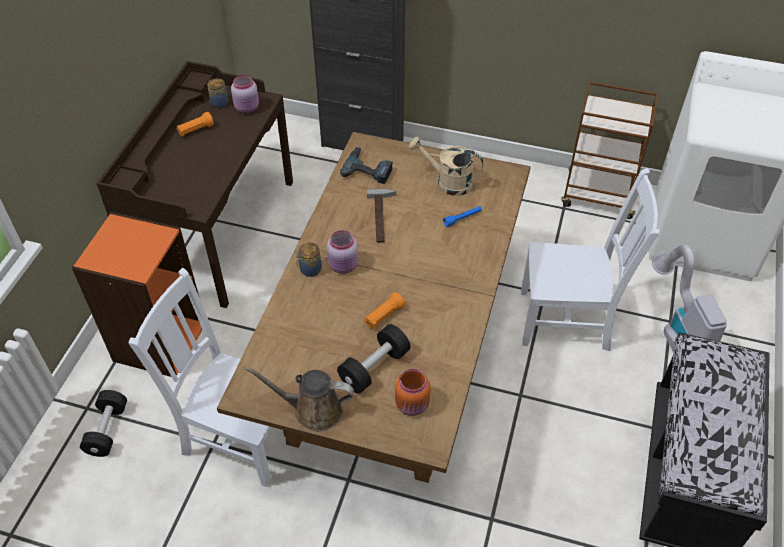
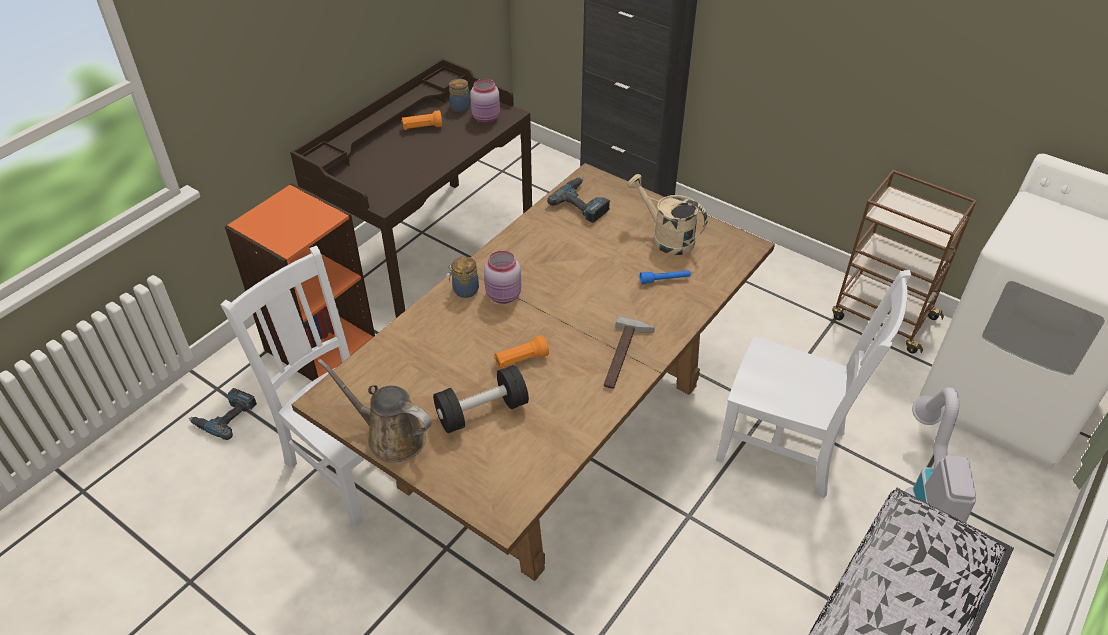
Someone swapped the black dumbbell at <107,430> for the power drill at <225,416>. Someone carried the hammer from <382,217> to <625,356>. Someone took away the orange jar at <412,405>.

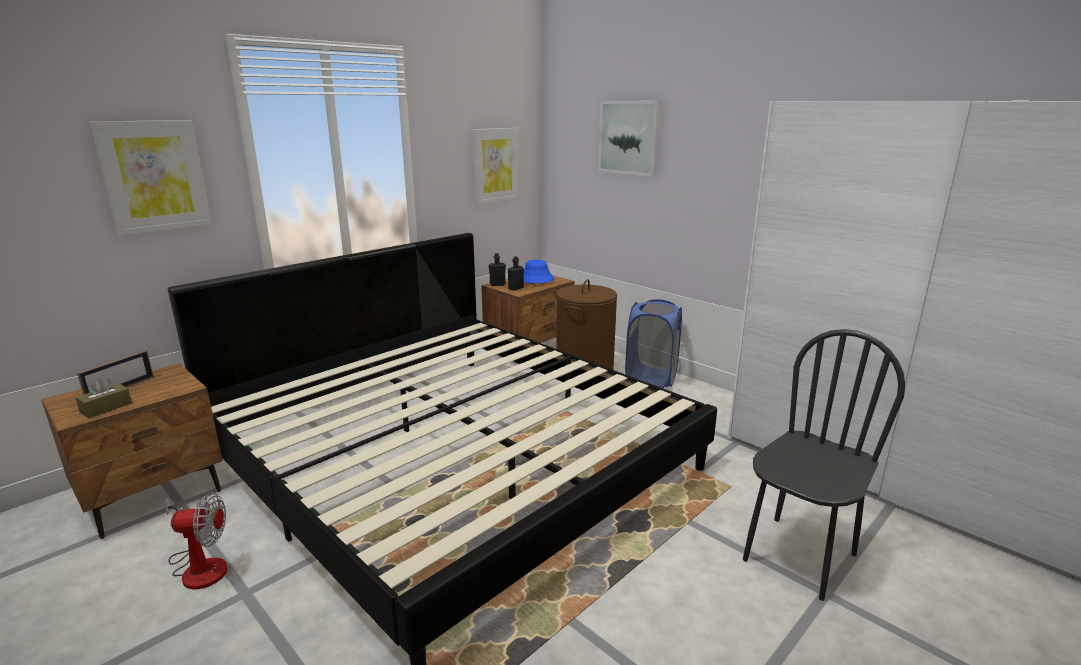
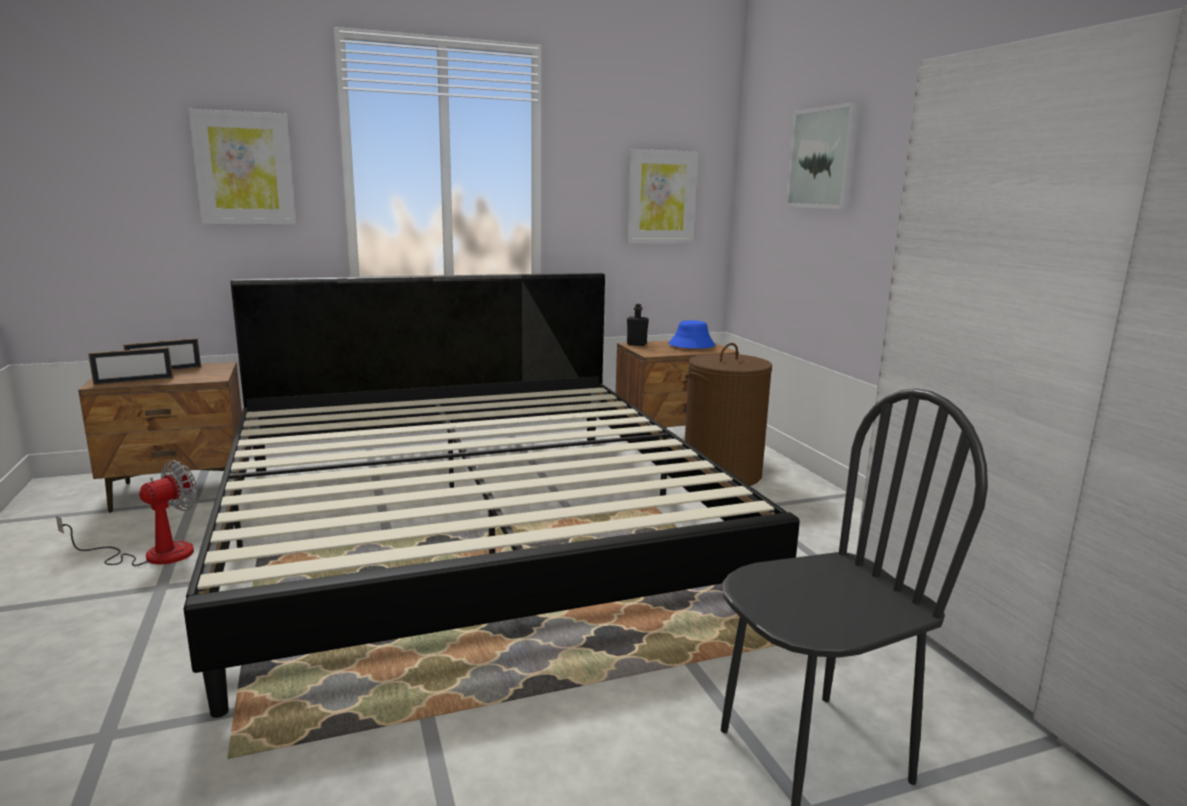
Someone swapped the brown tissue box at <106,408> for the picture frame at <134,381>. Someone rotated the fan at <200,566> by 75 degrees counterclockwise. Someone took away the black bottle at <516,288>. Someone took away the blue laundry basket at <651,379>.

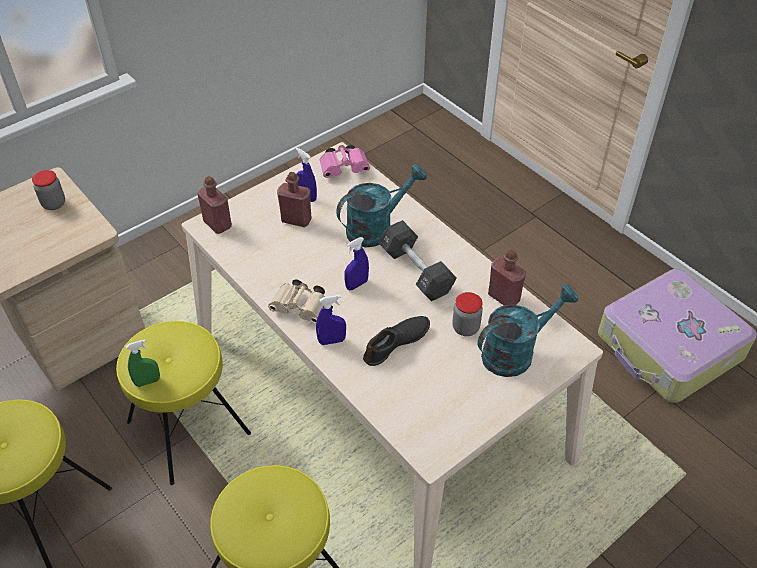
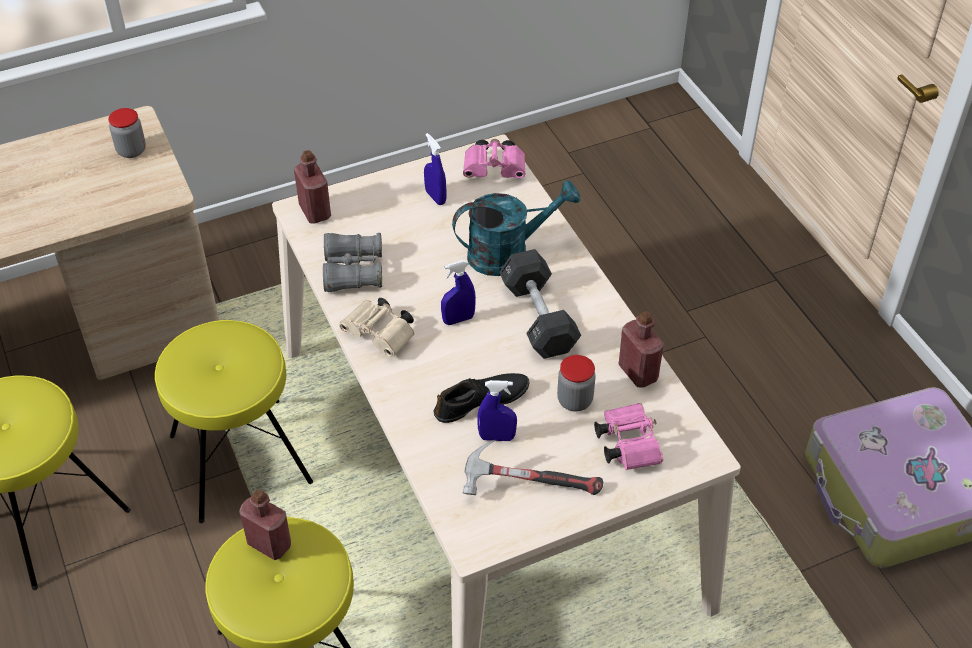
Someone took away the green spray bottle at <147,381>. Someone carried the red bottle from <296,220> to <269,544>. Someone carried the blue spray bottle from <332,341> to <497,437>. Someone swapped the turquoise watering can at <515,352> for the pink binoculars at <627,443>. Someone put down the grey binoculars at <353,271>. Someone put down the hammer at <527,485>.

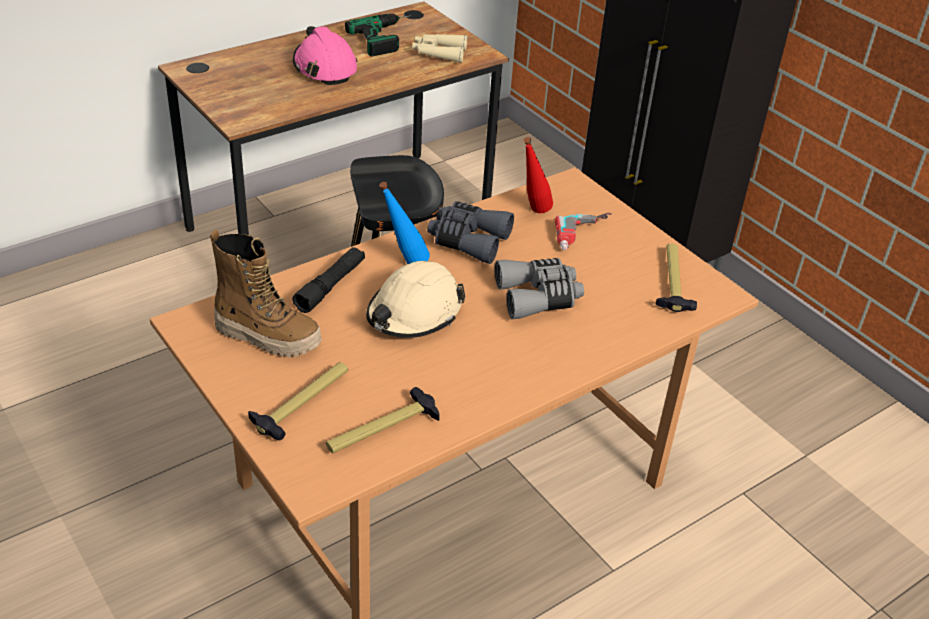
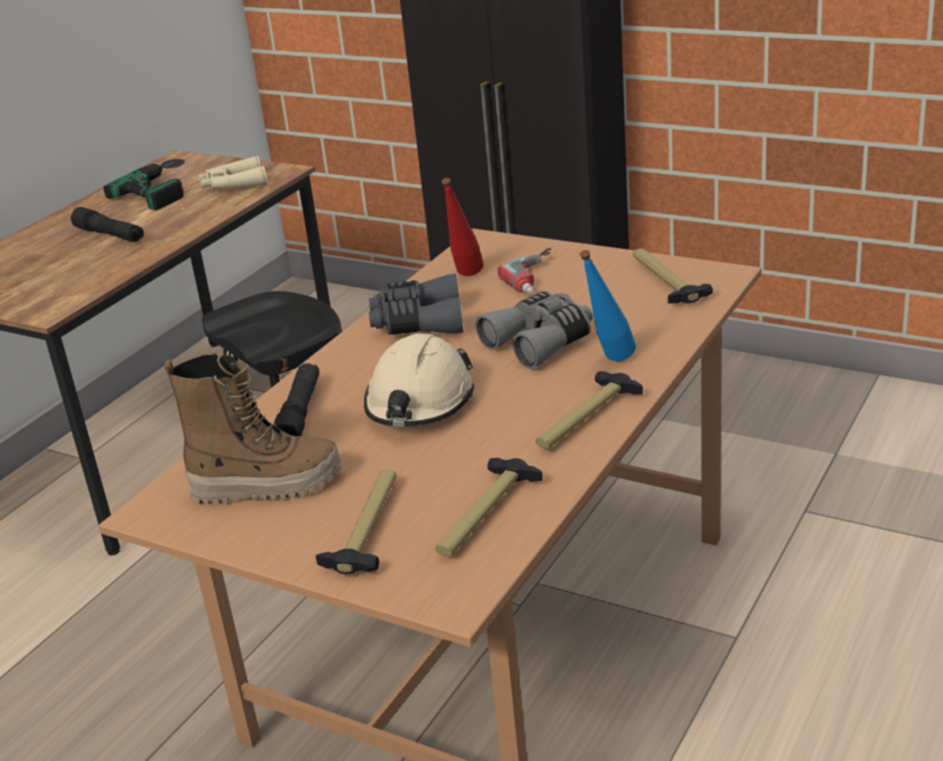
Someone swapped the pink hard hat at <324,67> for the black flashlight at <110,235>. Someone carried the blue bottle from <404,264> to <609,362>. Someone put down the hammer at <585,419>.

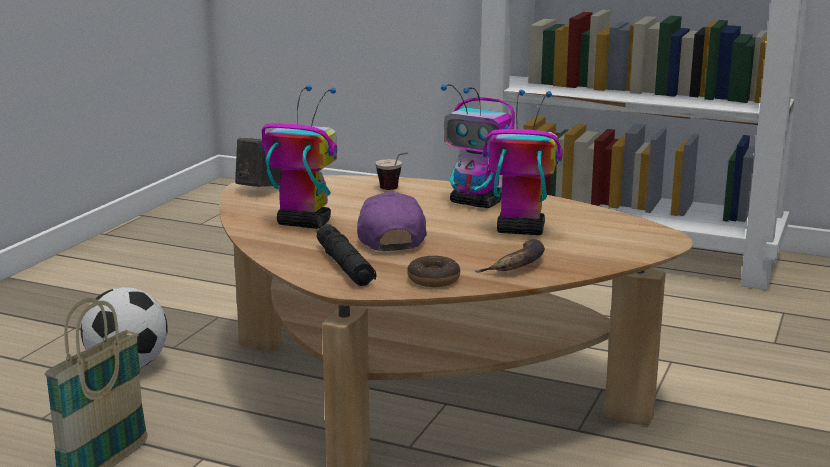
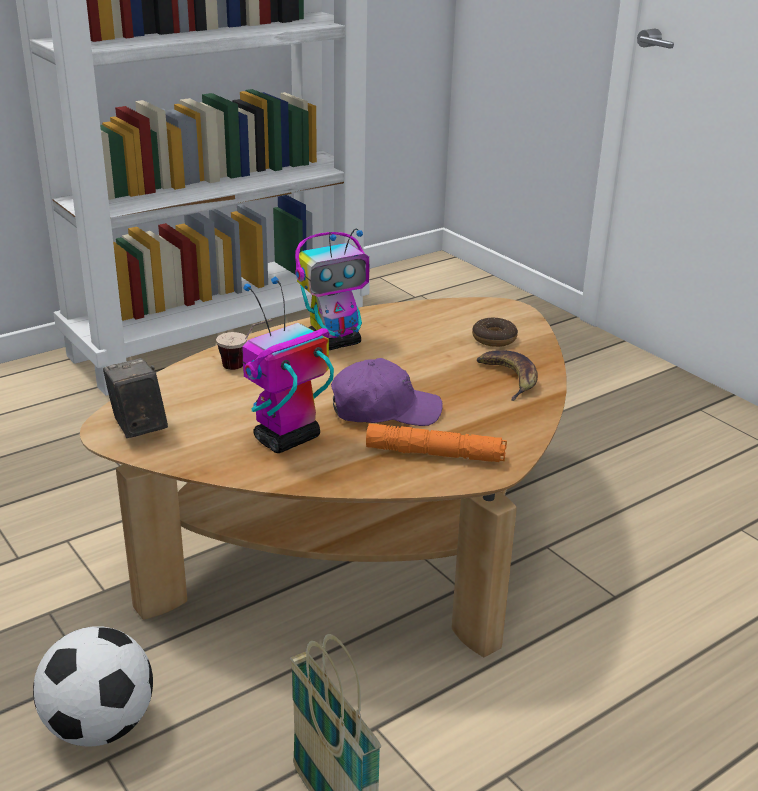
Someone repainted the black flashlight at <345,265>, which became the orange flashlight at <435,454>. Someone rotated the purple cap at <390,238> by 150 degrees clockwise. Someone carried the donut from <433,279> to <494,339>. Someone took away the toy robot at <519,230>.

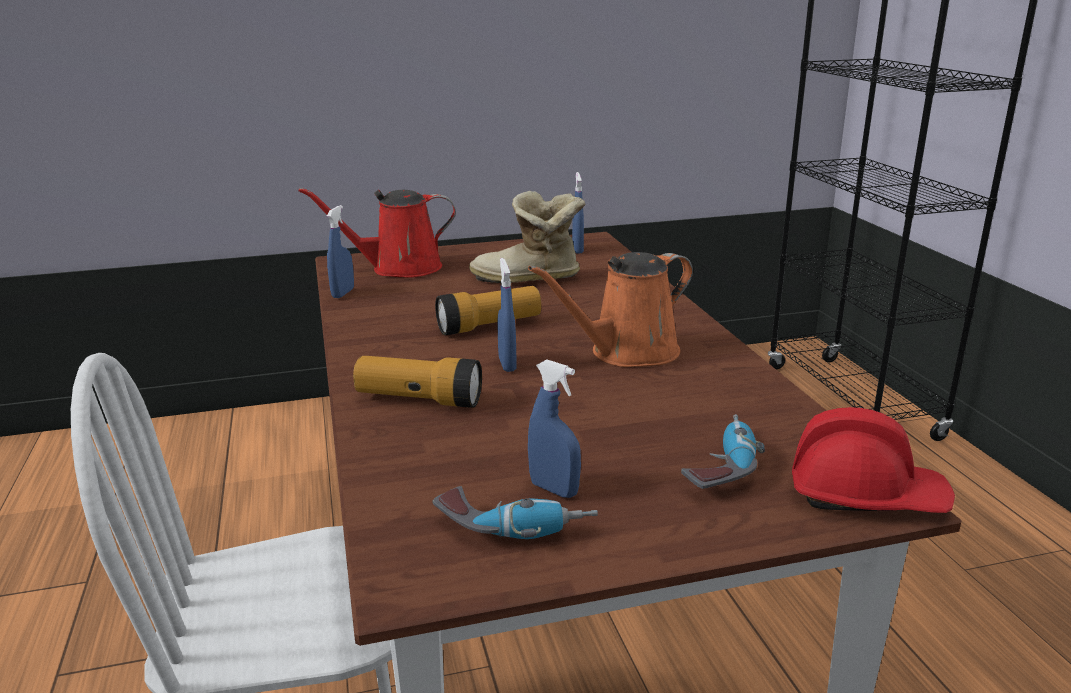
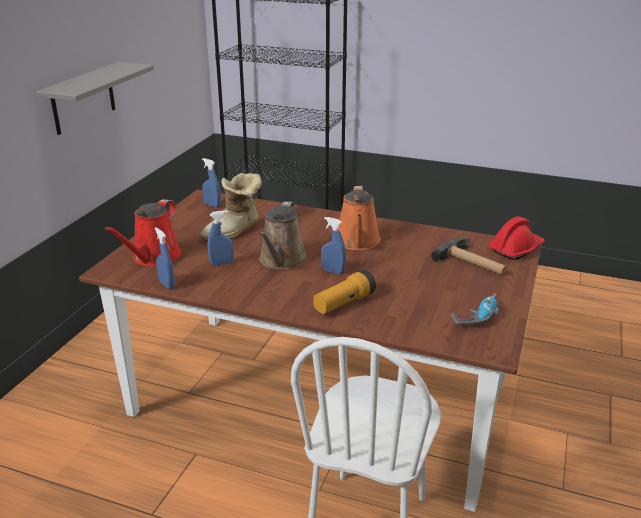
Someone swapped the flashlight at <489,326> for the brown watering can at <281,261>. Someone carried the blue spray bottle from <554,489> to <221,263>. Someone swapped the power drill at <721,465> for the hammer at <473,263>. Someone put up the grey shelf at <83,98>.

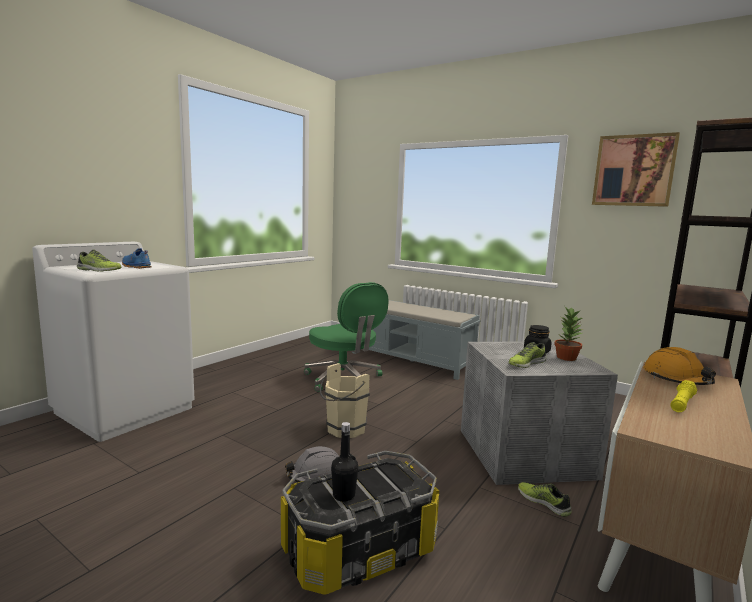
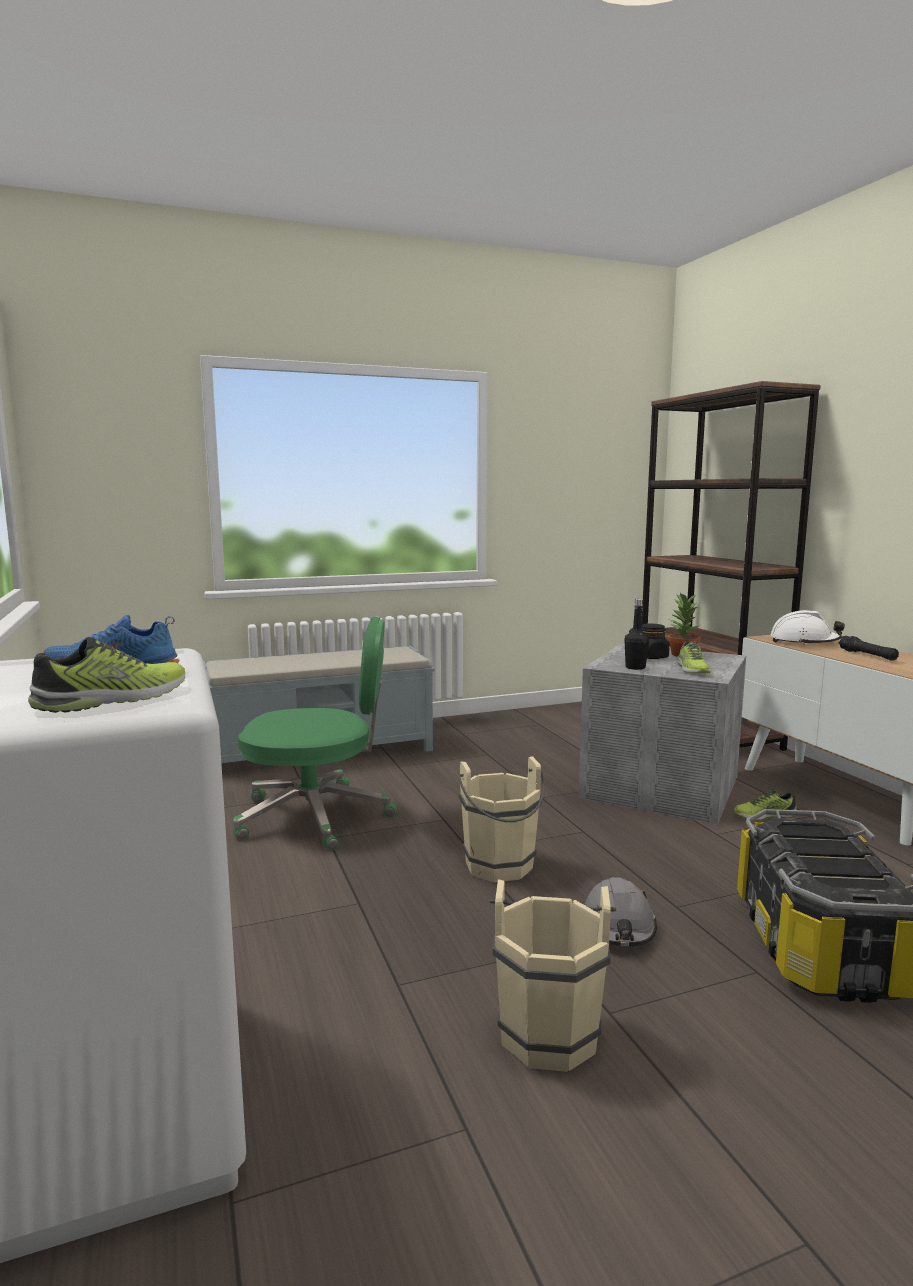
Someone carried the black bottle from <344,495> to <635,667>. Someone took away the picture at <633,170>. Someone repainted the orange hard hat at <676,379>, which became the white hard hat at <804,642>. Someone repainted the yellow flashlight at <682,403>, which became the black flashlight at <867,655>. Someone put down the beige bucket at <549,1030>.

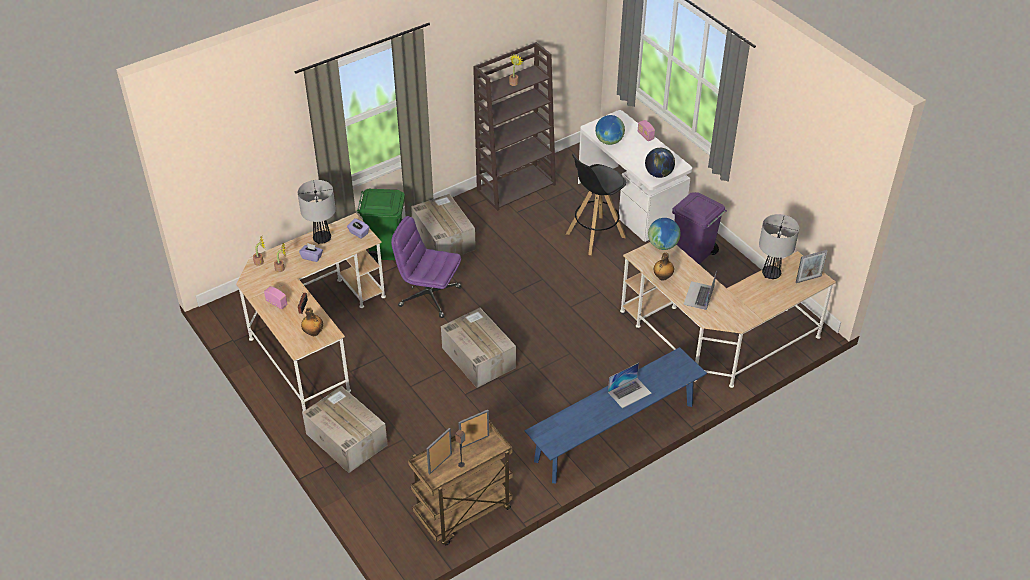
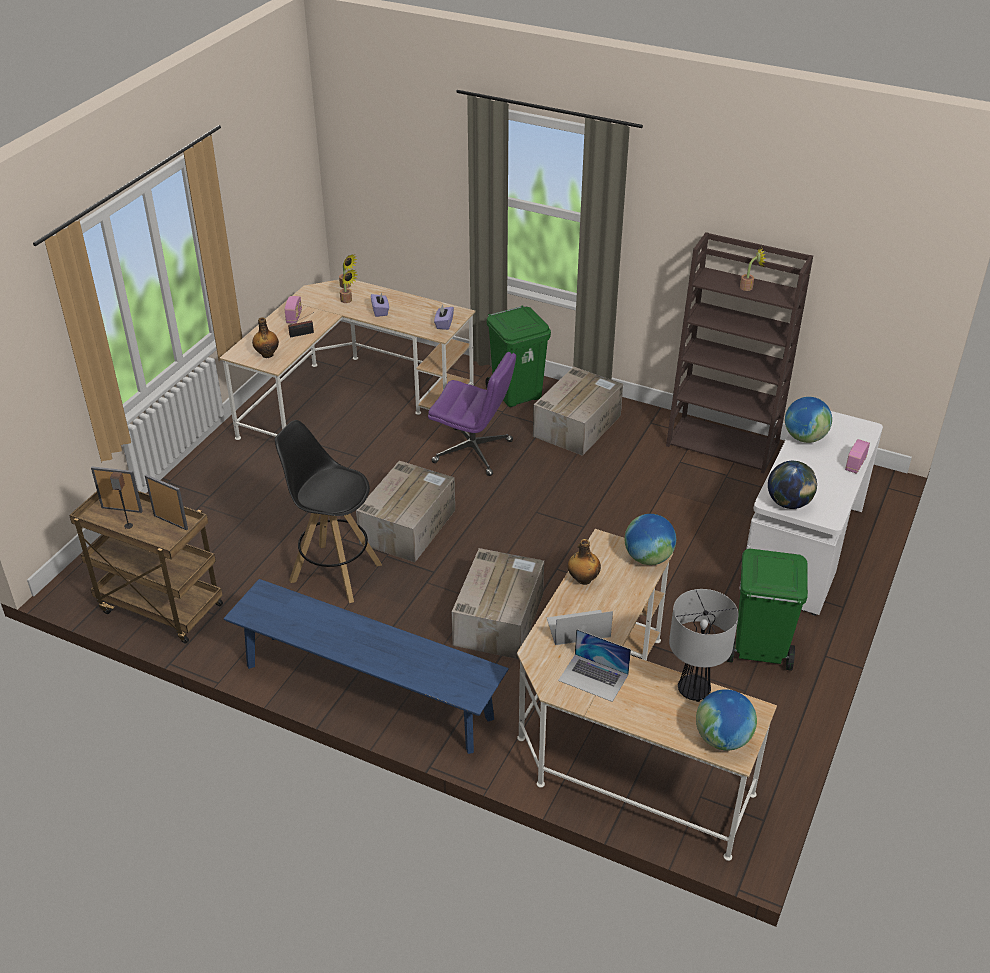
Someone took away the table lamp at <322,239>. Someone carried the cardboard box from <345,439> to <499,618>. Someone rotated the purple office chair at <429,296> by 120 degrees clockwise. Someone carried the black stool from <595,235> to <334,572>. Someone carried the laptop from <629,392> to <593,677>. Someone repainted the purple trash can at <692,258>, which became the green trash can at <758,651>. Someone swapped the picture frame at <808,279> for the globe at <723,739>.

